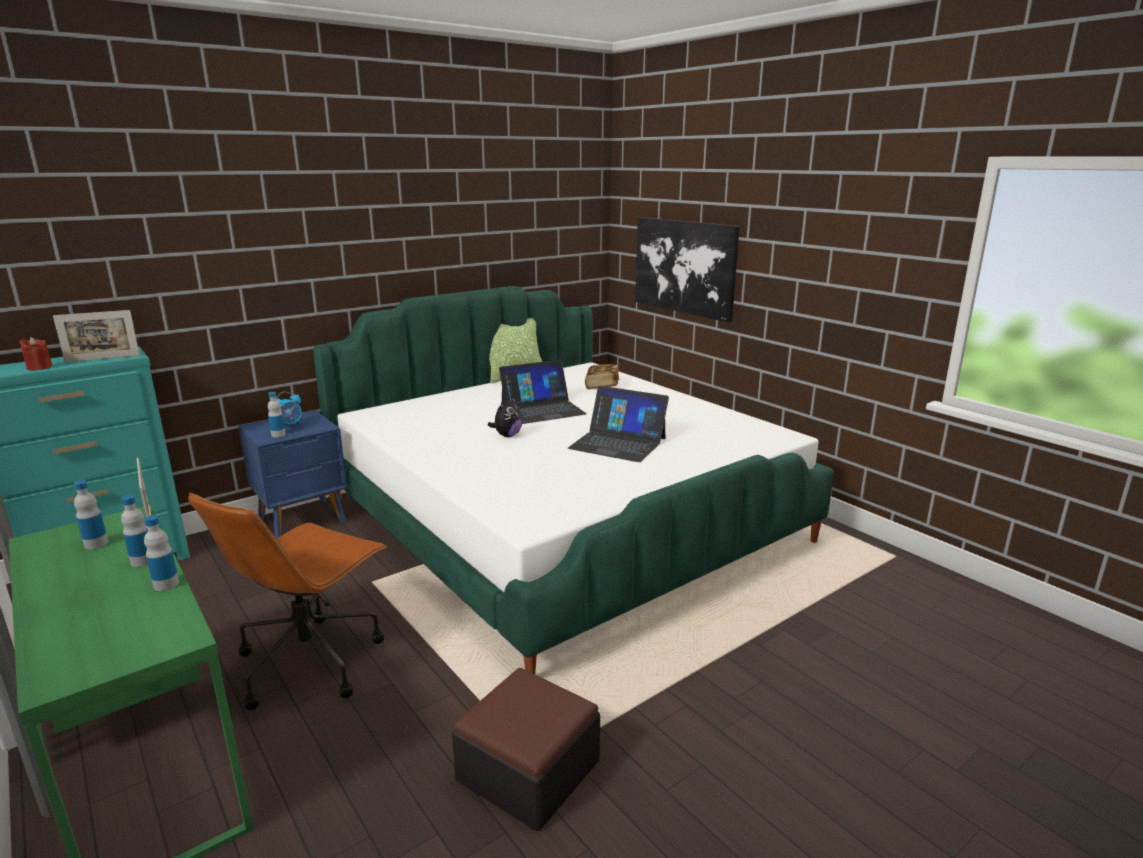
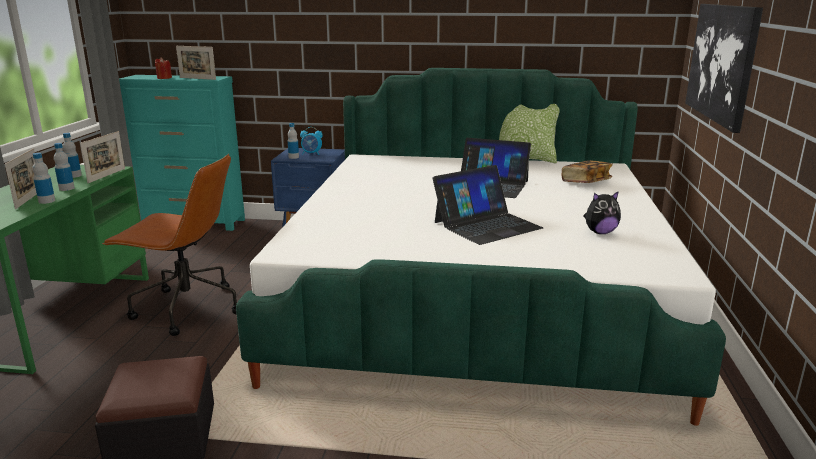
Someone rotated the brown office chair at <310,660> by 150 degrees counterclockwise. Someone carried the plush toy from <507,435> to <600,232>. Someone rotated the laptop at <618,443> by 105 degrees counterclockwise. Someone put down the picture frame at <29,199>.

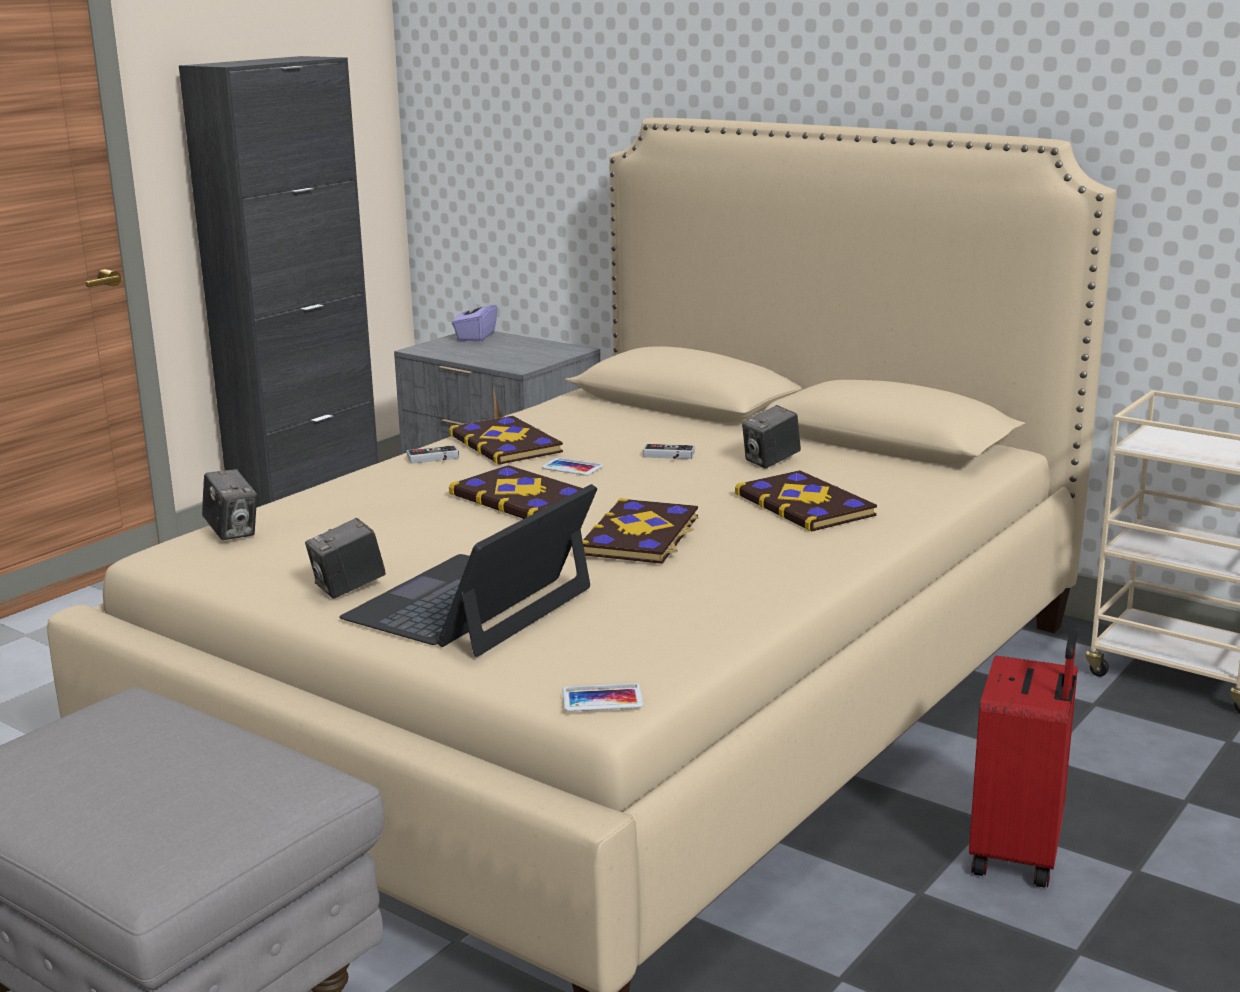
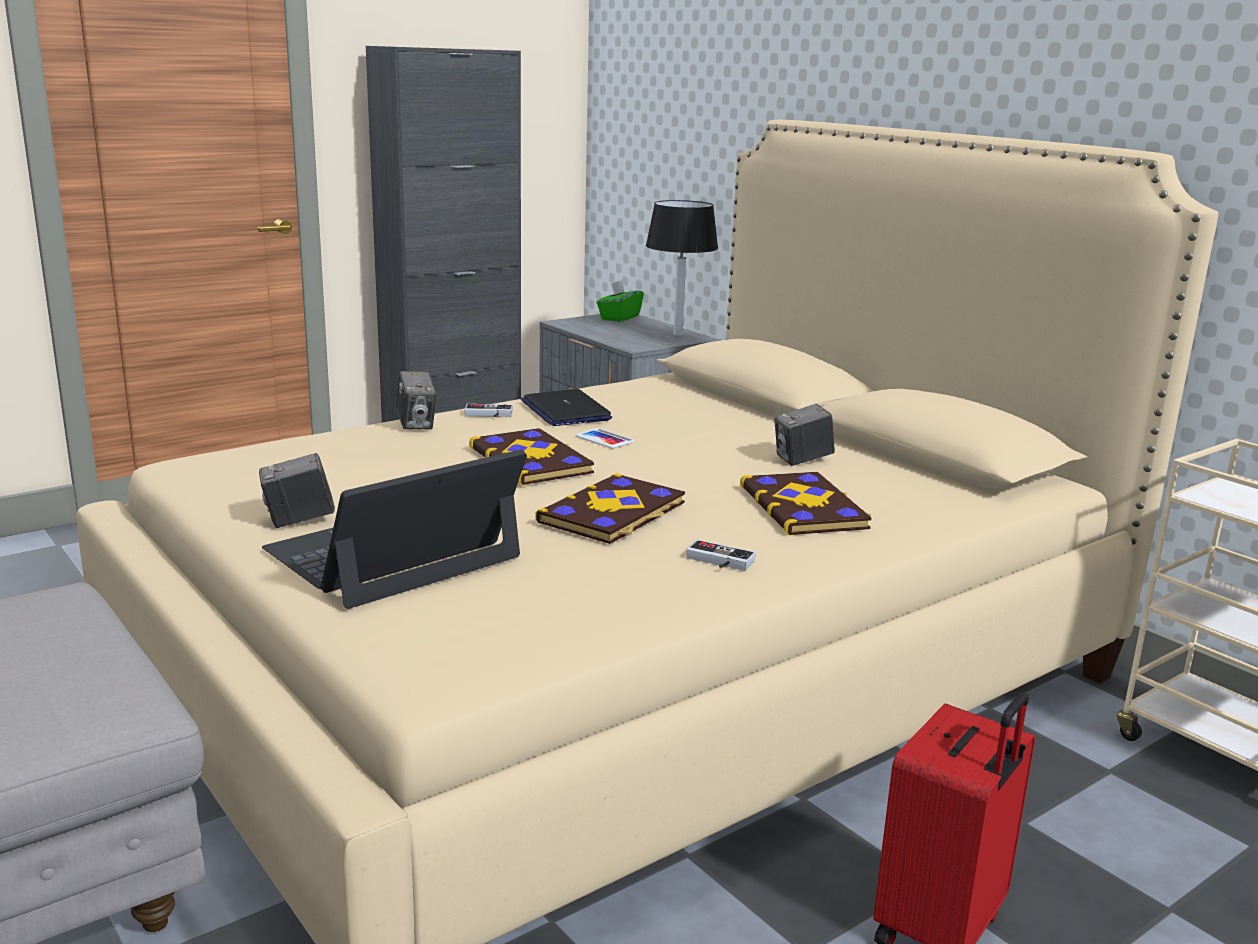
Someone carried the photo camera from <232,532> to <416,425>. Someone swapped the book at <507,444> for the laptop at <565,410>. Someone repainted the purple tissue box at <475,337>, which became the green tissue box at <619,318>. Someone took away the phone at <602,698>. Someone carried the game controller from <668,456> to <718,562>. Someone put down the black table lamp at <677,335>.

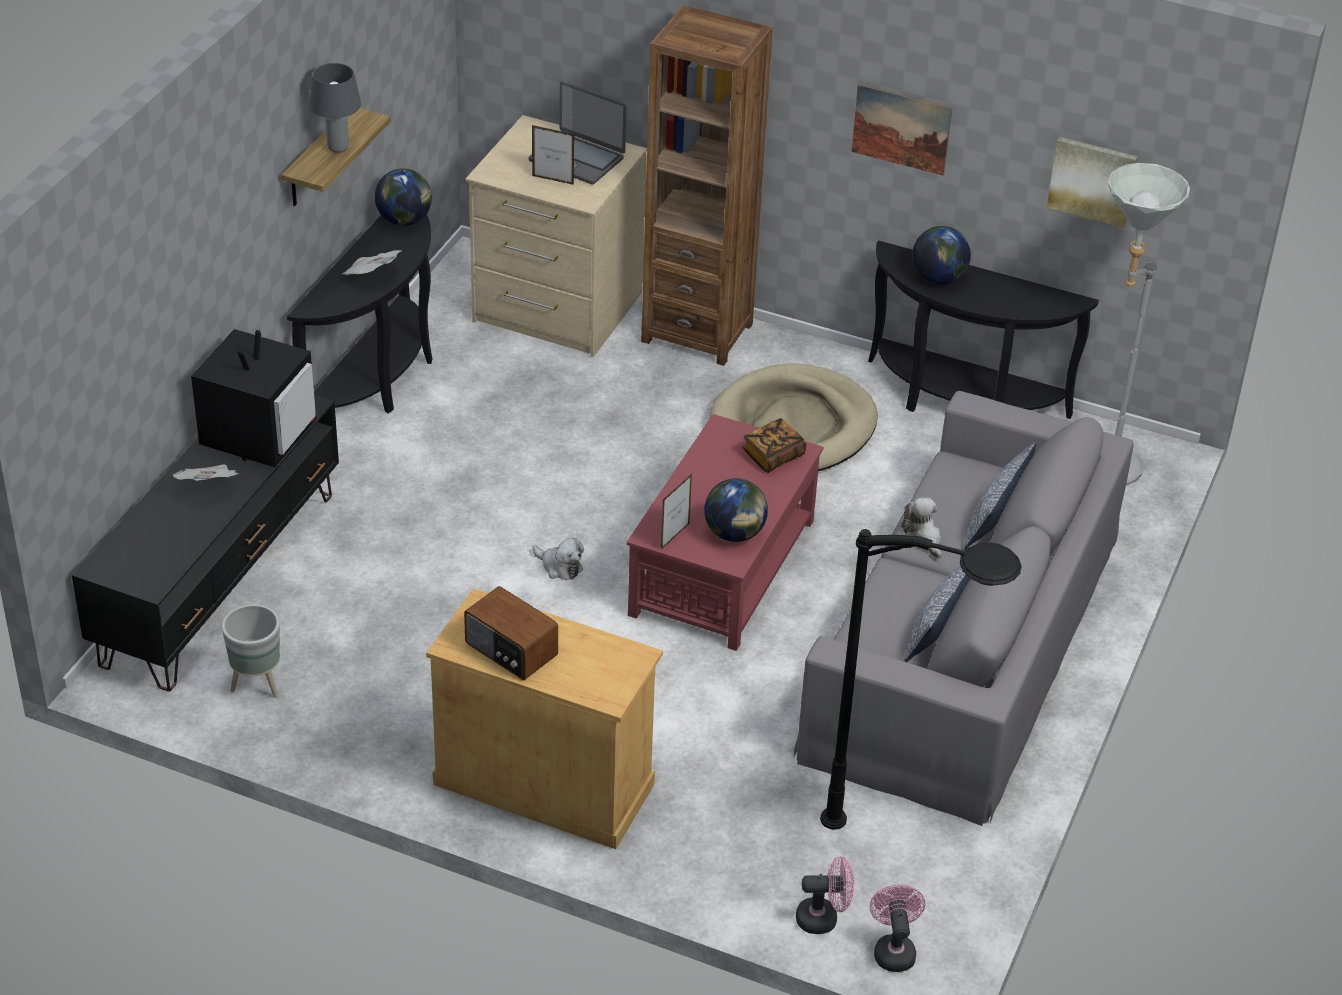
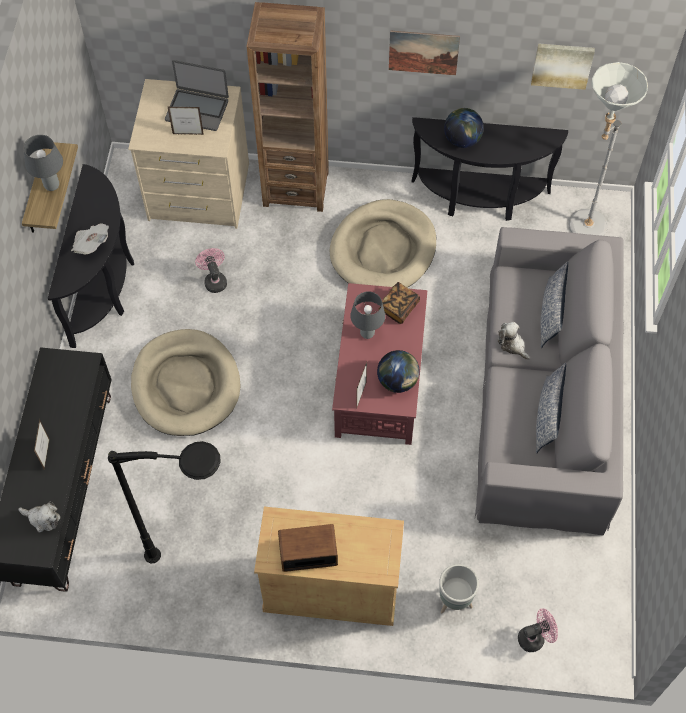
Someone swapped the newspaper at <208,486> for the picture frame at <46,454>. Someone took away the television at <259,436>. Someone carried the grey planter from <256,684> to <454,601>. Someone took away the globe at <404,220>. Someone rotated the radio at <510,650> by 150 degrees clockwise. Someone carried the plush toy from <559,566> to <43,519>. Someone carried the black floor lamp from <912,847> to <204,561>. Someone carried the pink fan from <893,950> to <214,280>. Someone put down the beige dog bed at <186,385>. Someone put down the grey table lamp at <367,333>.

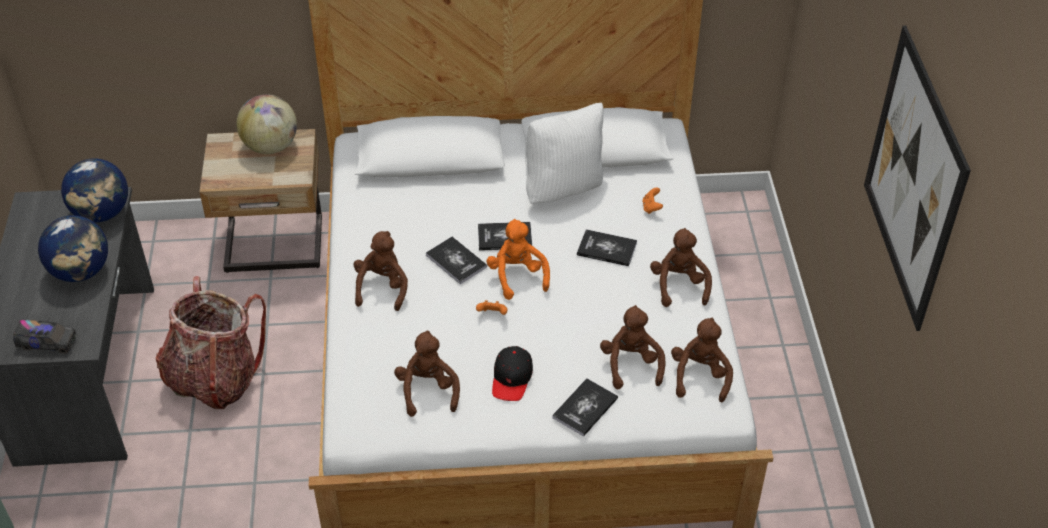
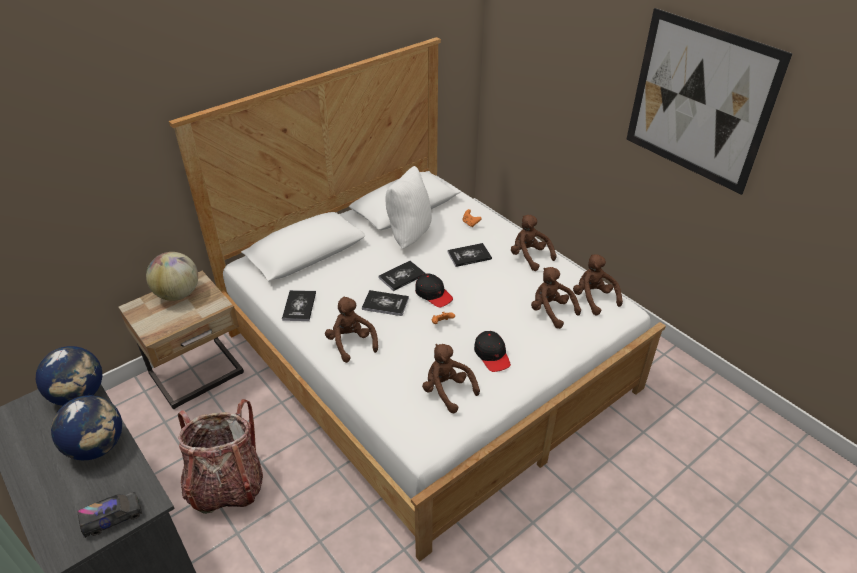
Someone swapped the orange plush toy at <517,276> for the black cap at <433,294>. Someone carried the book from <585,408> to <299,306>.

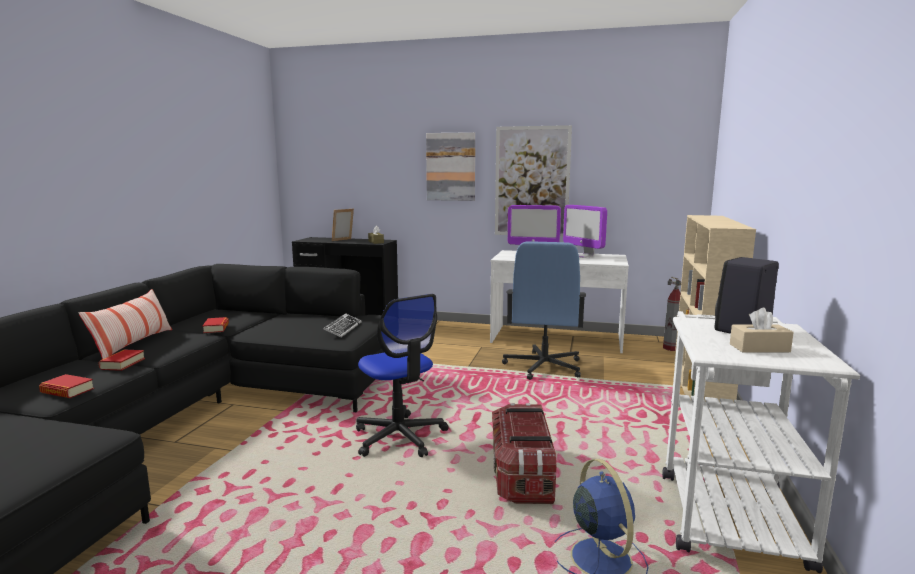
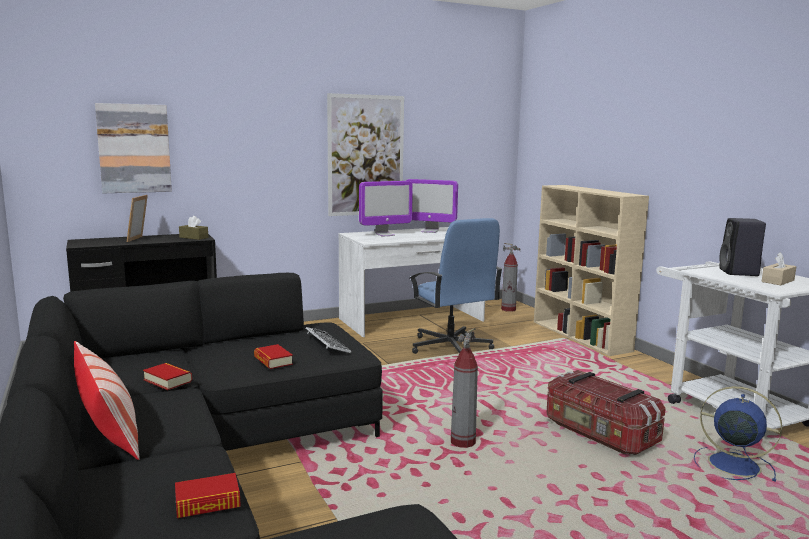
Someone carried the book from <122,364> to <273,361>. Someone swapped the office chair at <400,437> for the fire extinguisher at <463,442>. Someone carried the picture from <451,167> to <134,148>.

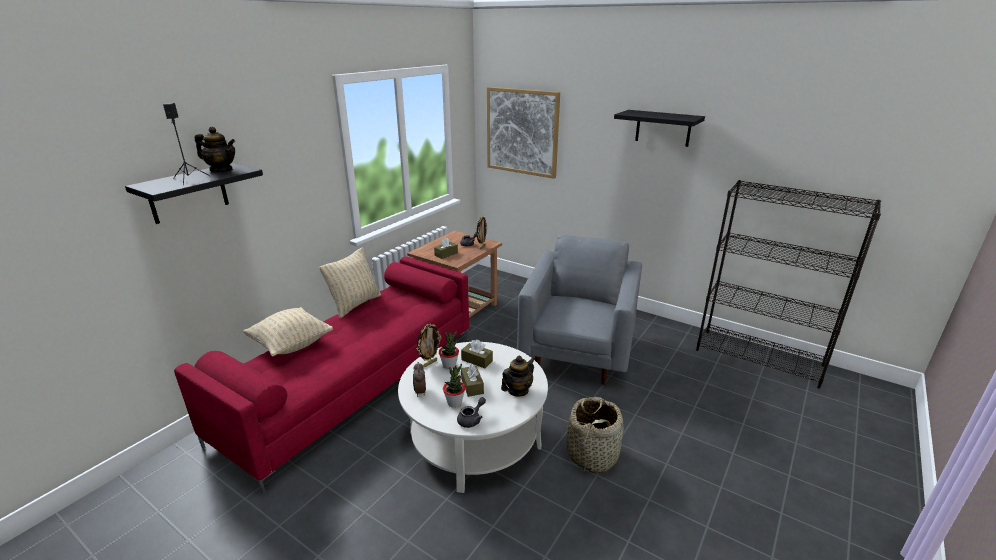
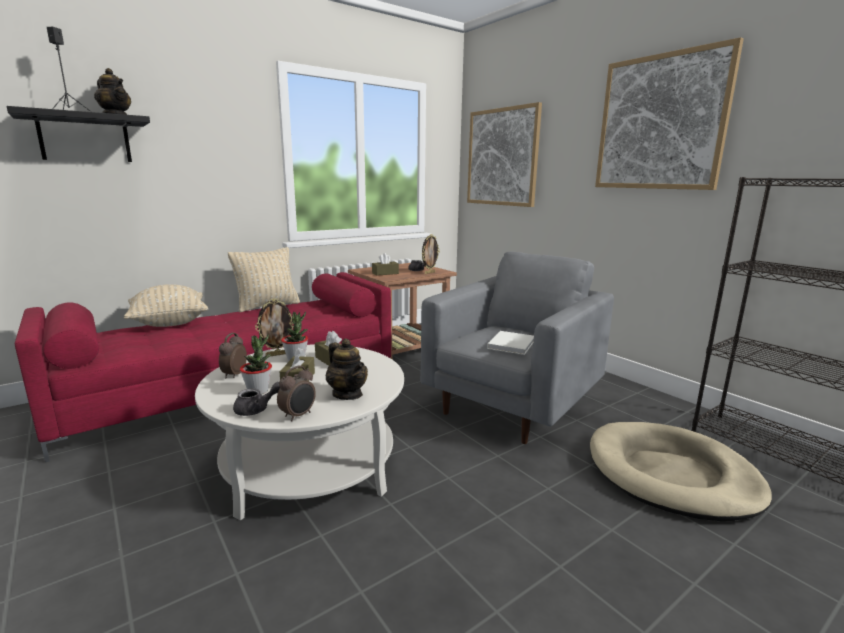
Someone rotated the teapot at <517,390> by 75 degrees clockwise. Someone took away the basket at <592,454>. Someone swapped the black shelf at <663,128> for the picture at <660,123>. Someone put down the alarm clock at <298,415>. Someone put down the white book at <512,344>. Someone put down the beige dog bed at <671,474>.

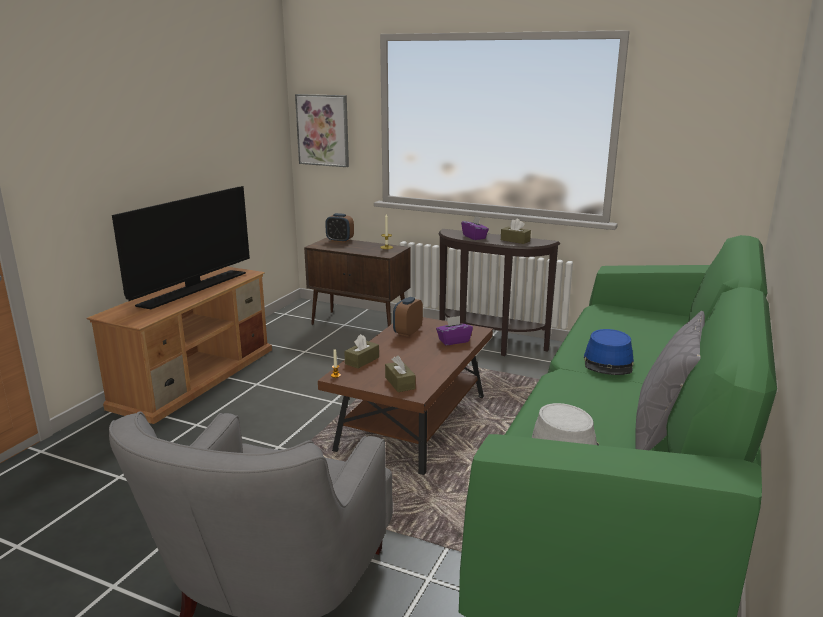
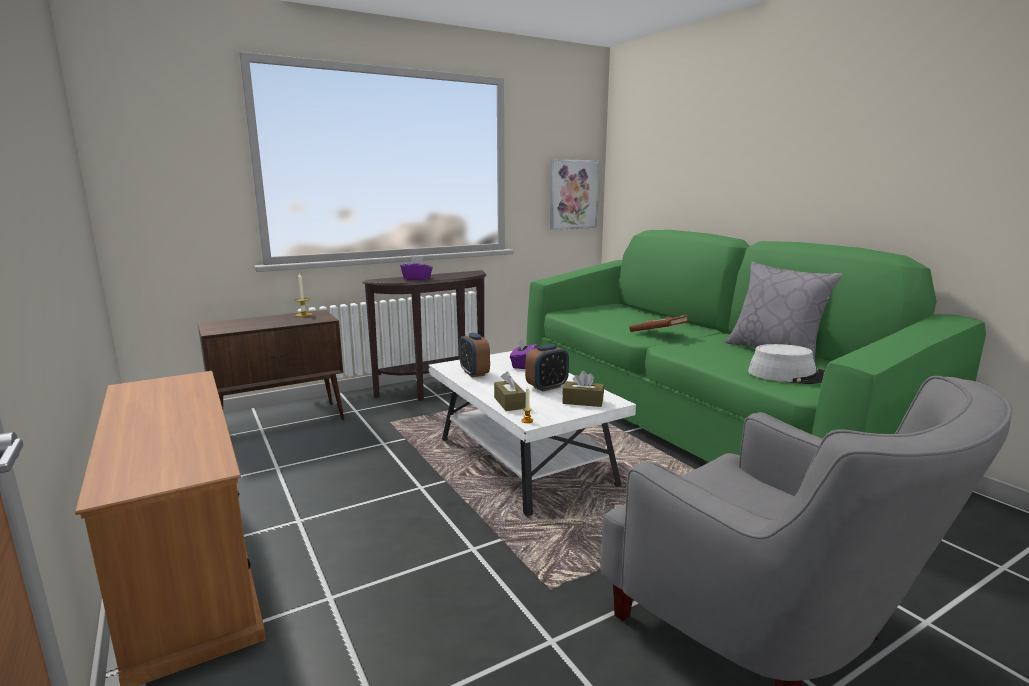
Someone took away the television at <193,289>. Someone carried the picture from <323,130> to <573,194>. Someone repainted the brown coffee table at <413,423>, which became the white coffee table at <523,462>. Someone carried the alarm clock from <340,240> to <547,387>. Someone took away the brown tissue box at <515,240>. Someone swapped the blue hat at <608,362> for the brown book at <658,334>.

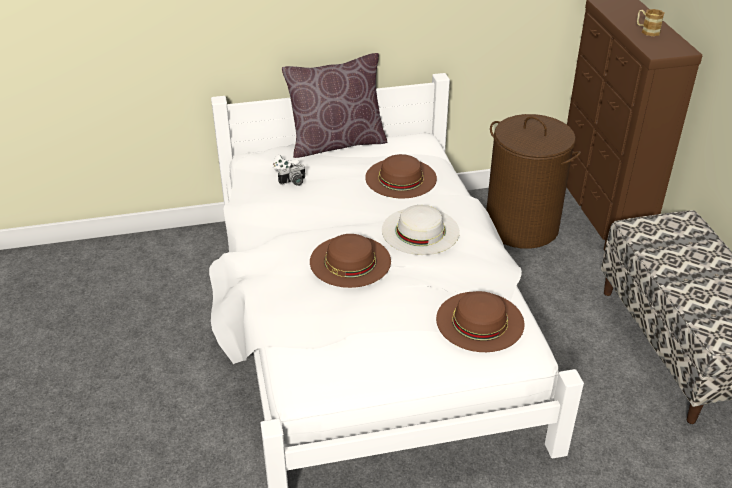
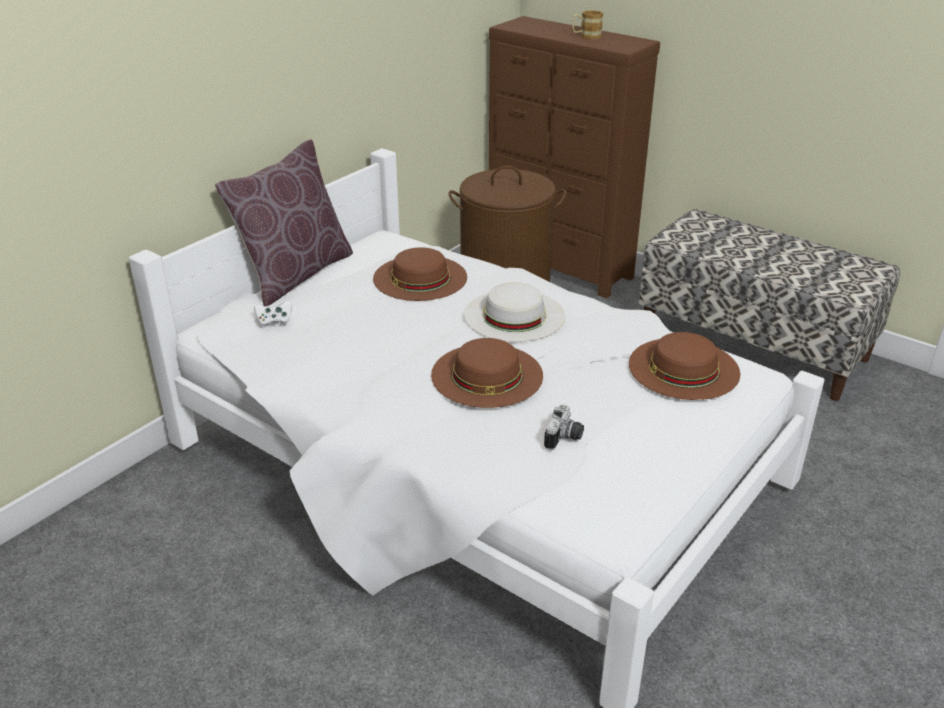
Someone carried the photo camera from <294,183> to <565,438>.

